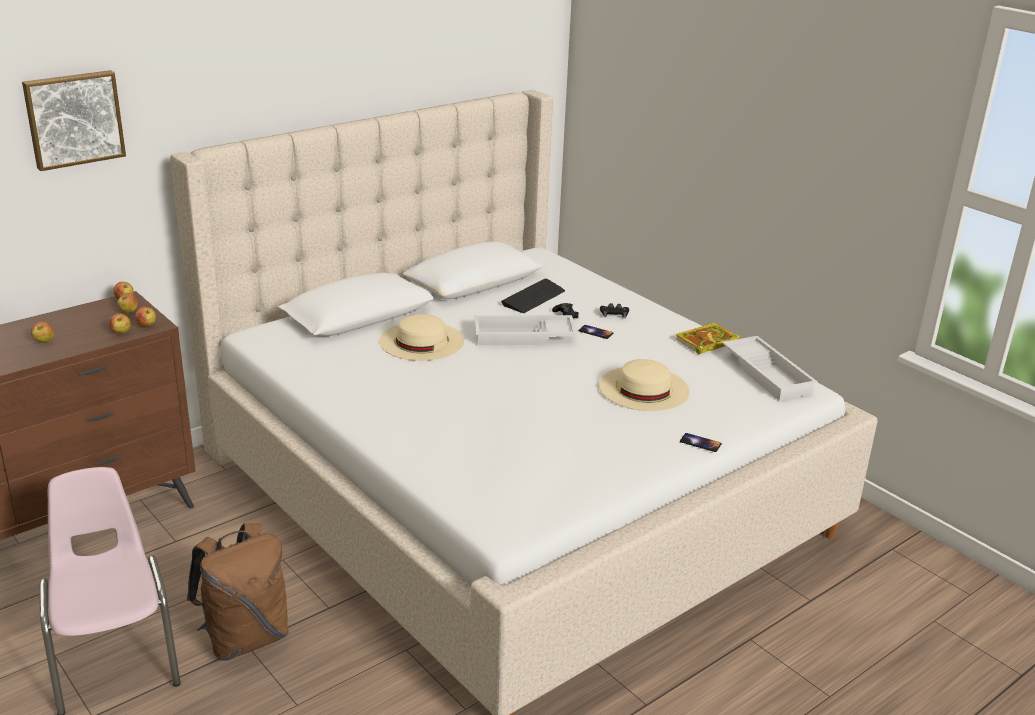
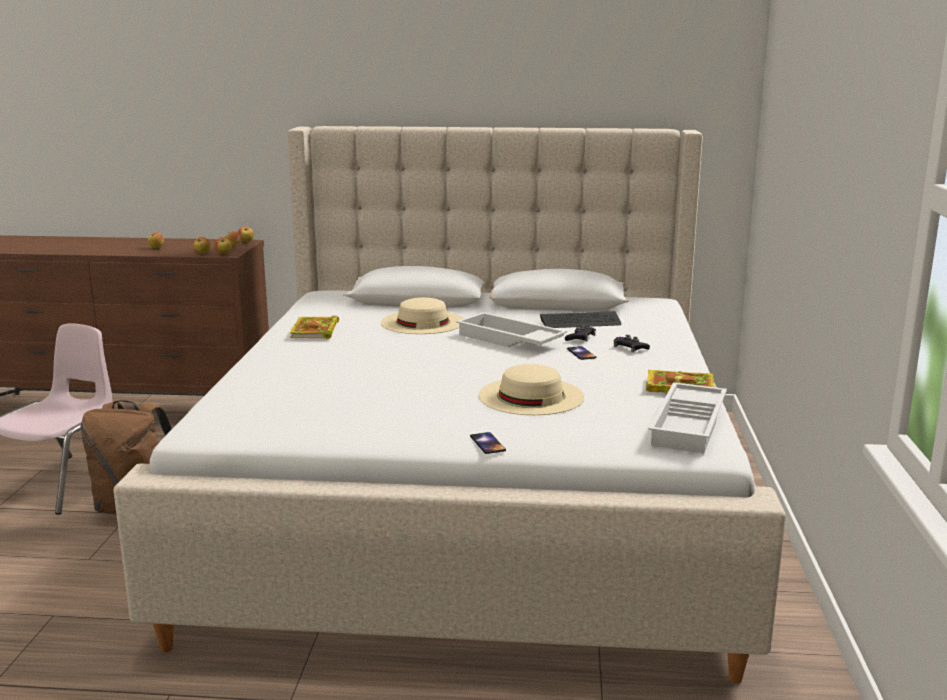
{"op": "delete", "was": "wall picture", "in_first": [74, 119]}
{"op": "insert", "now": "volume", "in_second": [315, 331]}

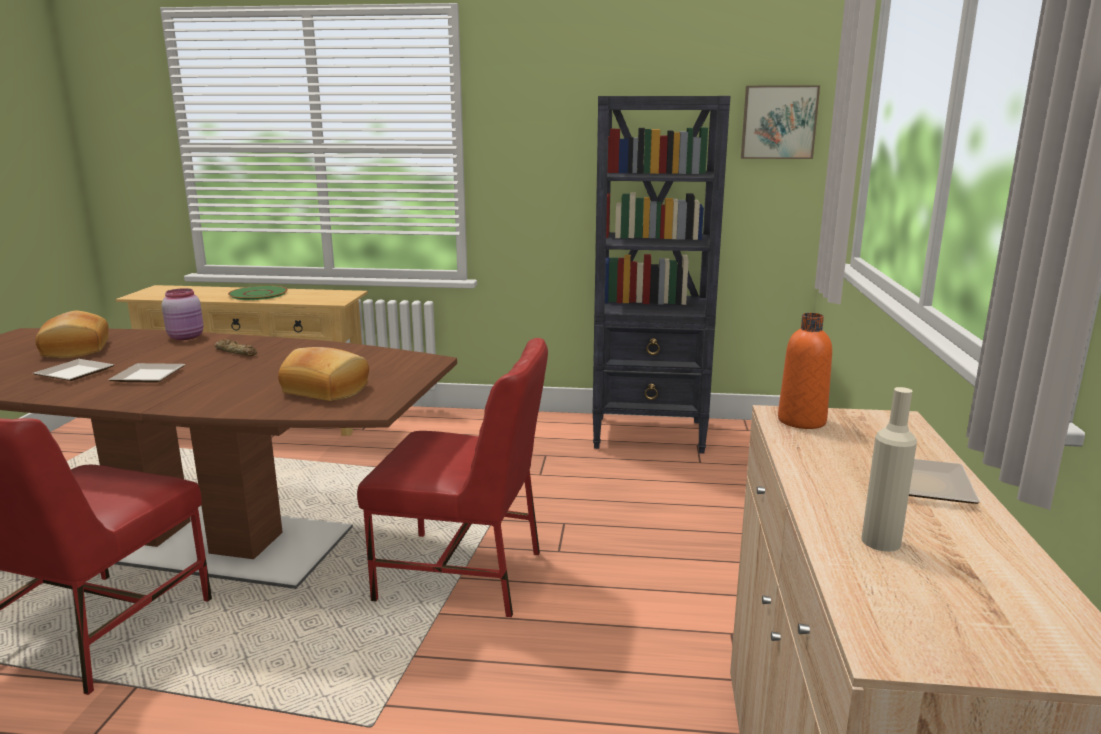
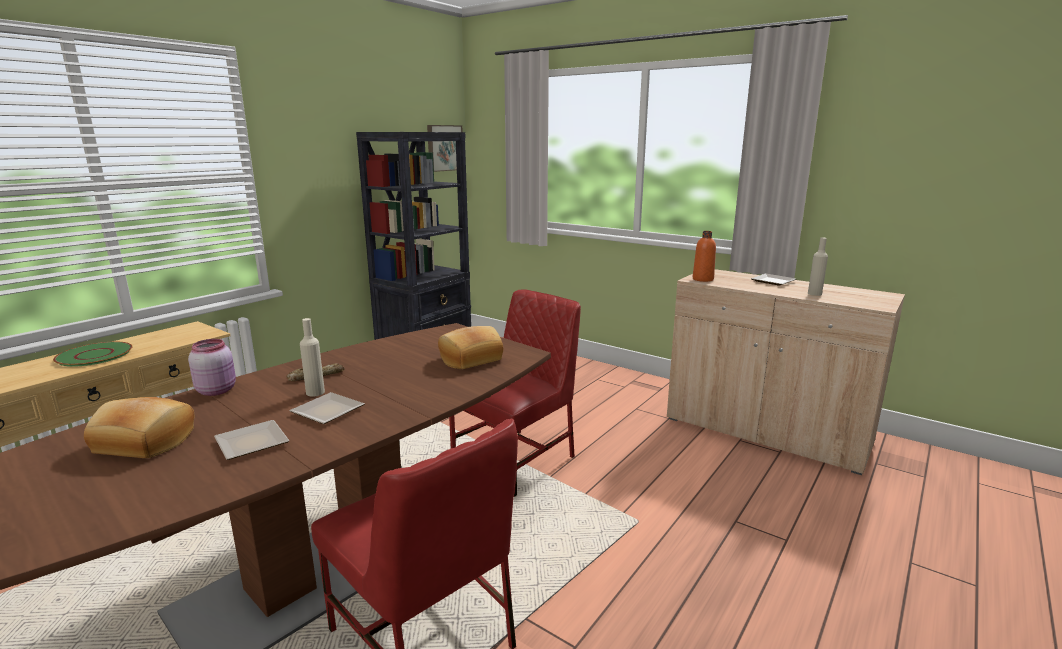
{"op": "insert", "now": "beige-coloured beverage bottle", "in_second": [315, 392]}

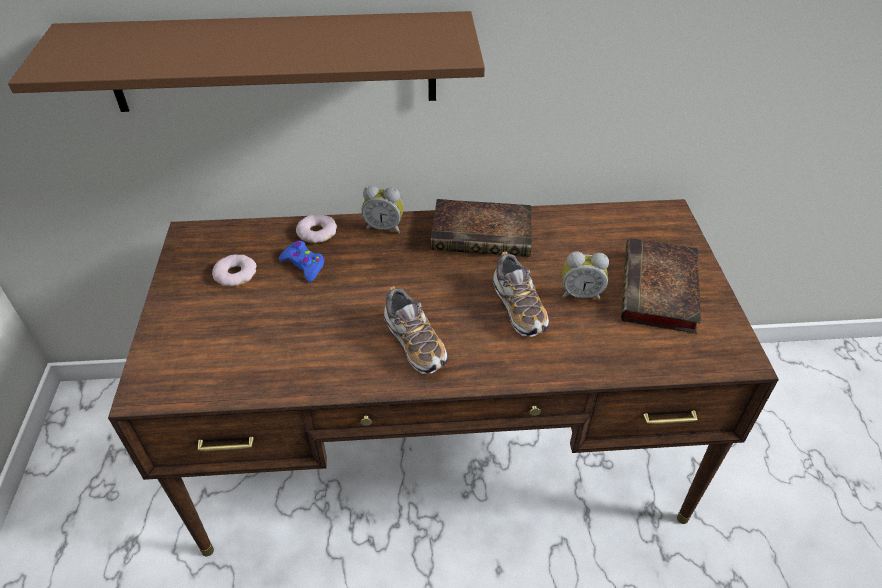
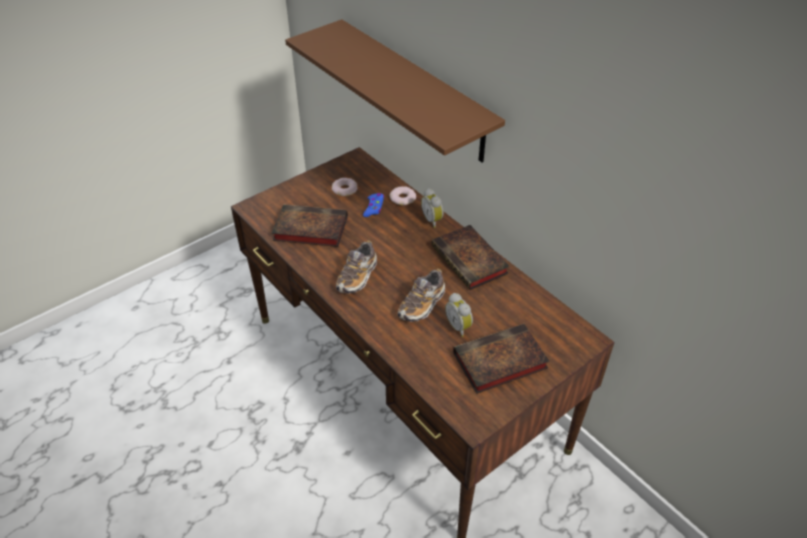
{"op": "insert", "now": "volume", "in_second": [308, 229]}

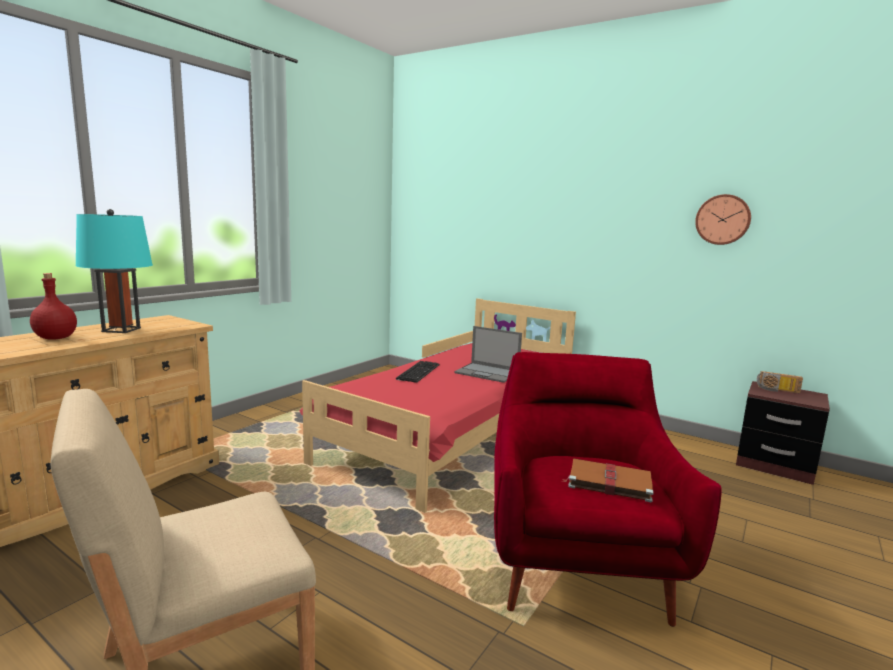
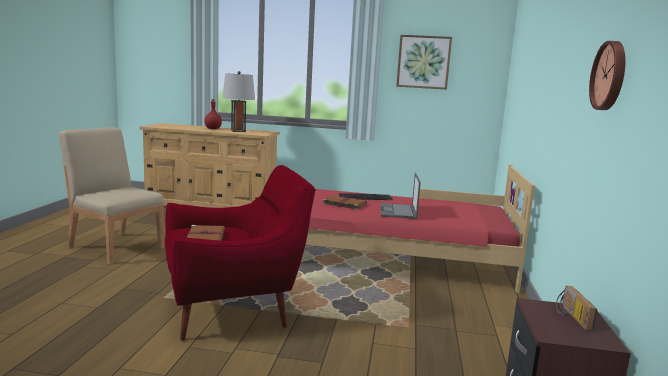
{"op": "insert", "now": "brown-coloured volume", "in_second": [343, 204]}
{"op": "insert", "now": "wall picture", "in_second": [423, 62]}
{"op": "recolor", "was": "turquoise-coloured lamp for a table", "now": "gray lamp for a table", "in_first": [121, 330], "in_second": [238, 131]}

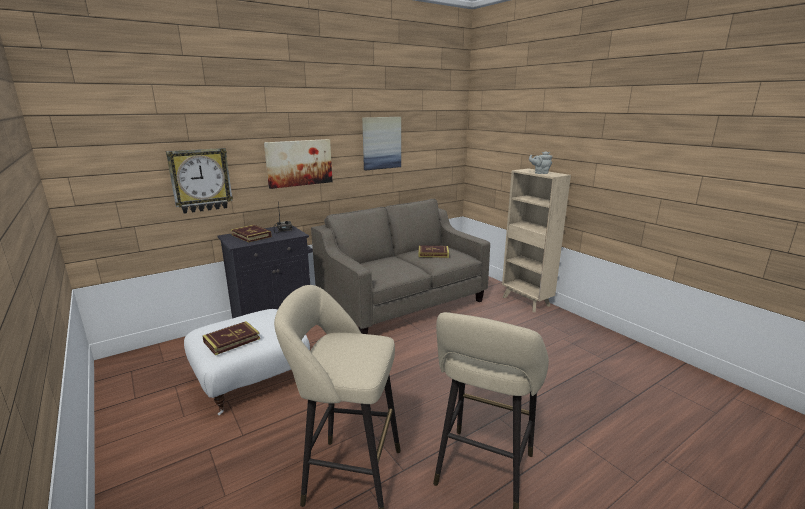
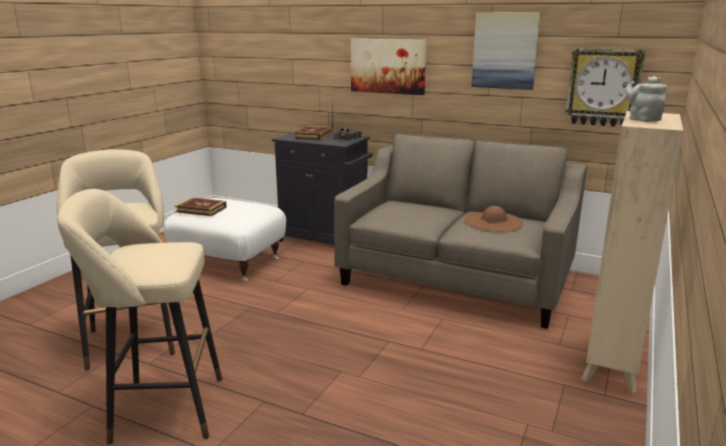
{"op": "move", "was": "hanging clock", "in_first": [200, 180], "in_second": [603, 87]}
{"op": "replace", "was": "volume", "now": "brown-coloured hat", "in_first": [433, 253], "in_second": [493, 222]}

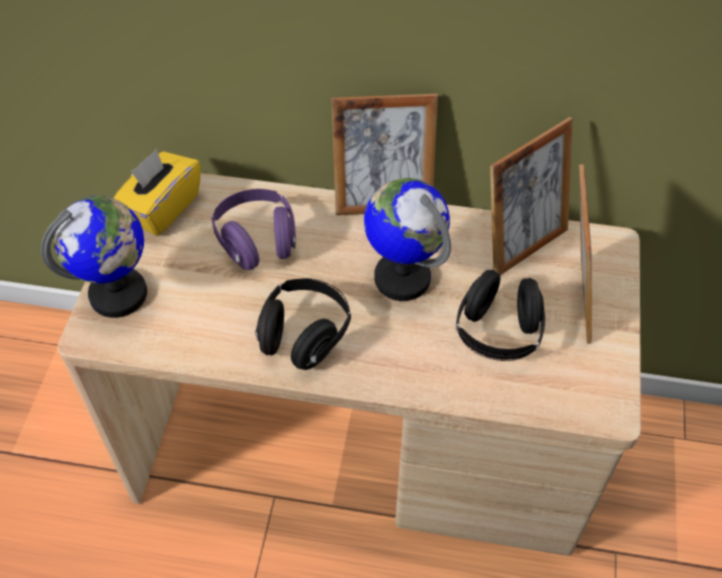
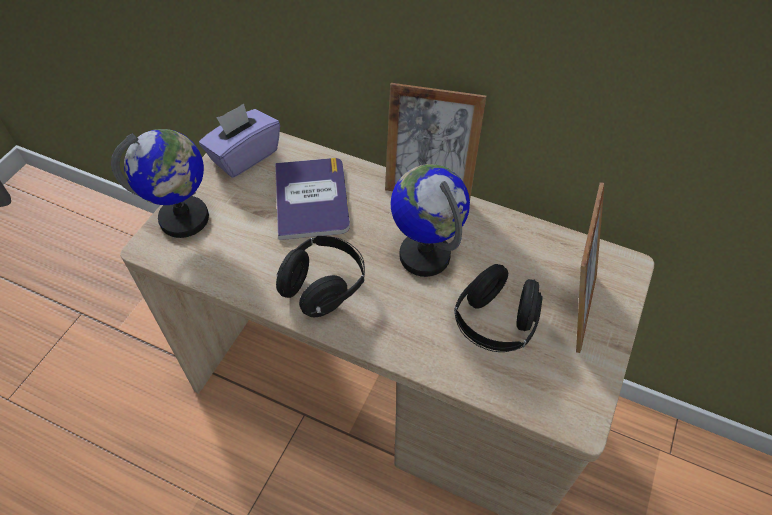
{"op": "delete", "was": "picture frame", "in_first": [522, 244]}
{"op": "replace", "was": "purple headset", "now": "volume", "in_first": [257, 241], "in_second": [311, 199]}
{"op": "recolor", "was": "yellowish tissue box", "now": "purple tissue box", "in_first": [161, 208], "in_second": [244, 156]}

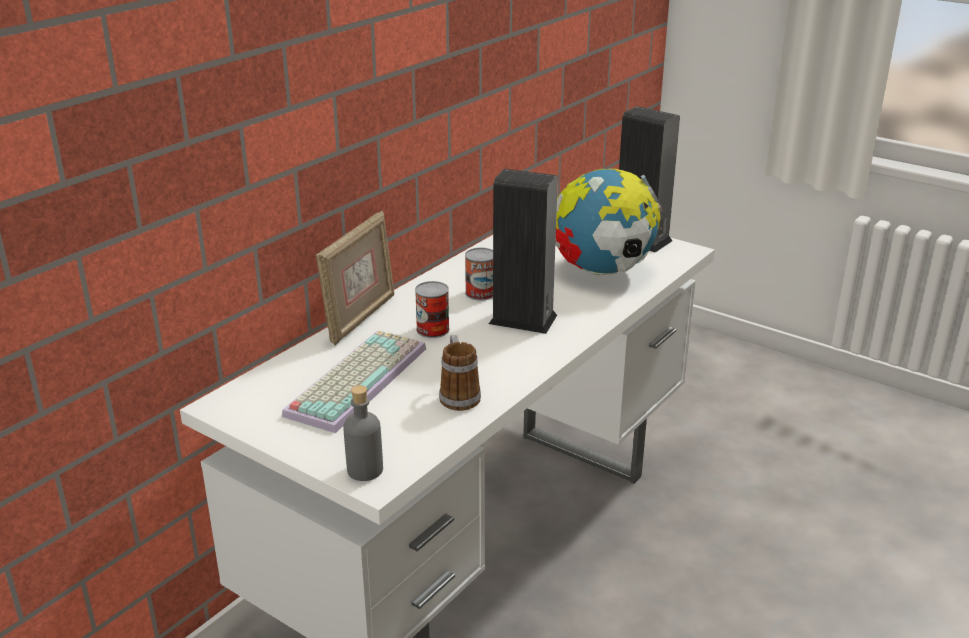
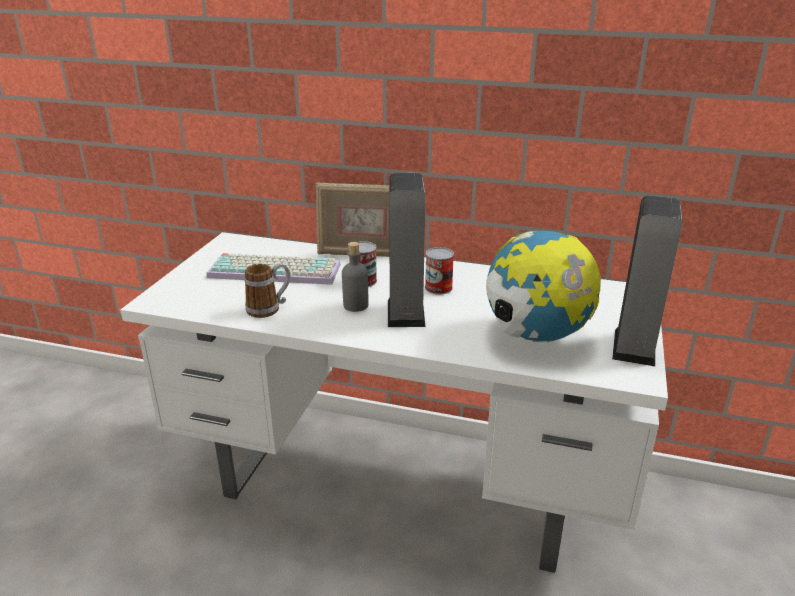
{"op": "move", "was": "gray beverage bottle", "in_first": [365, 470], "in_second": [355, 305]}

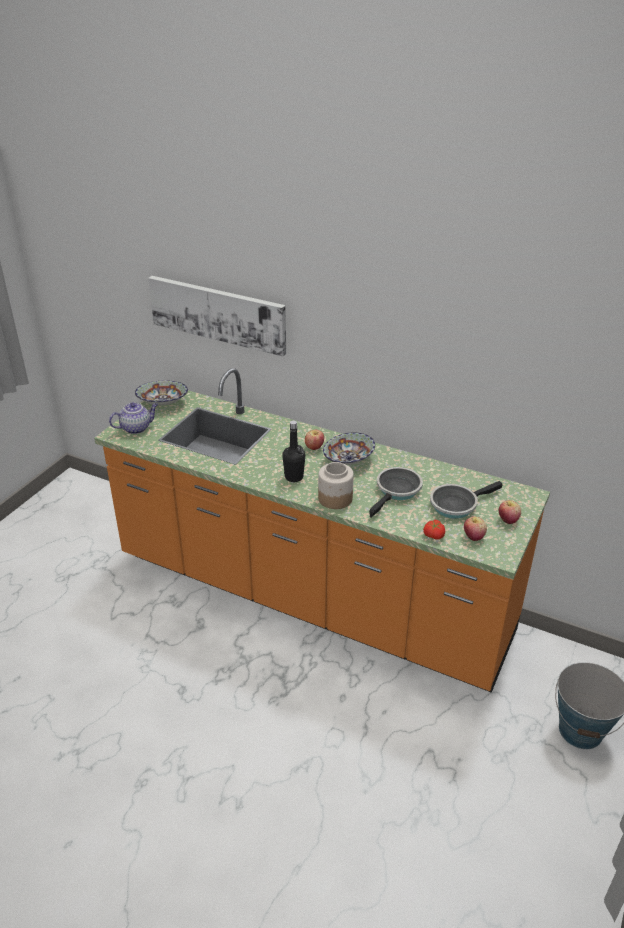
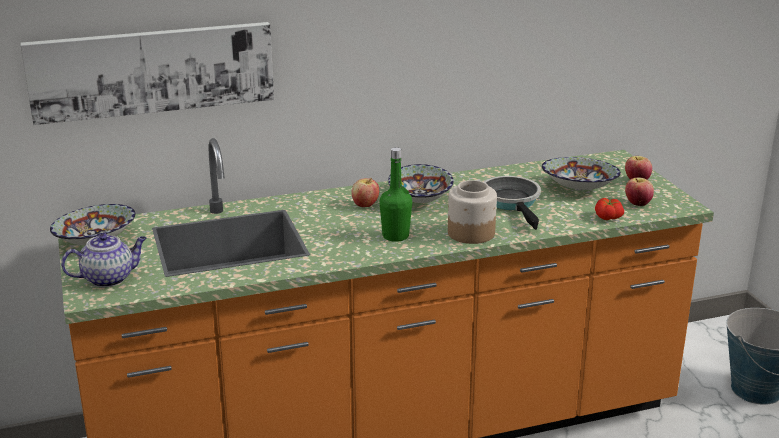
{"op": "replace", "was": "frying pan", "now": "serving bowl", "in_first": [456, 505], "in_second": [578, 189]}
{"op": "recolor", "was": "black beverage bottle", "now": "greenish beverage bottle", "in_first": [294, 477], "in_second": [395, 236]}
{"op": "rotate", "was": "teapot", "in_first": [136, 428], "in_second": [109, 278], "clockwise": 45}

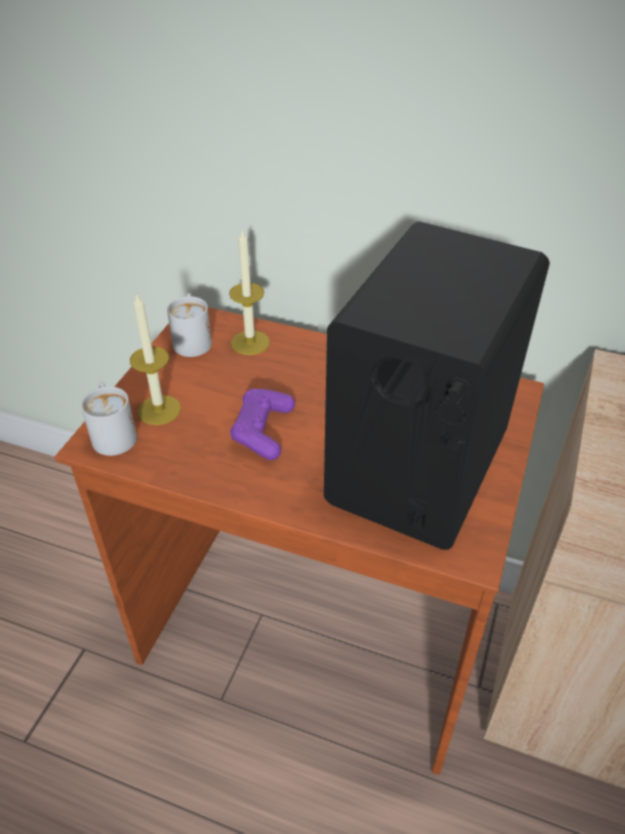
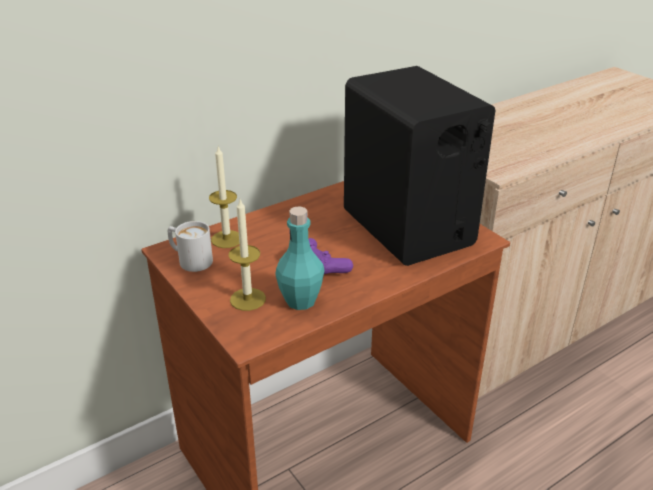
{"op": "delete", "was": "white-coloured tea mug", "in_first": [113, 432]}
{"op": "insert", "now": "turquoise-coloured beverage bottle", "in_second": [300, 301]}

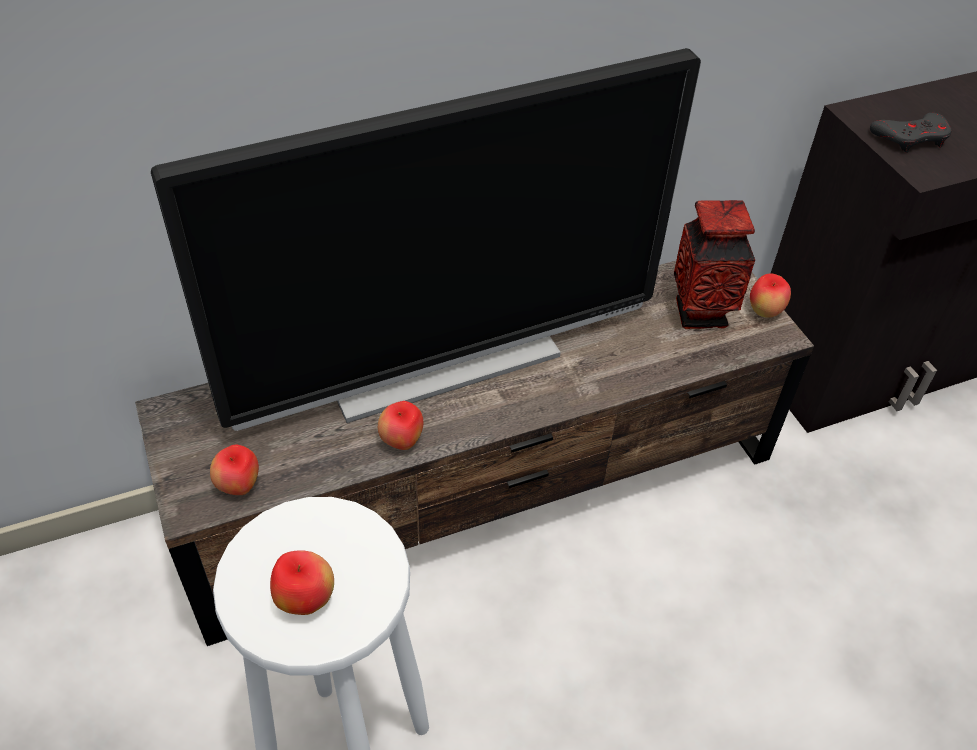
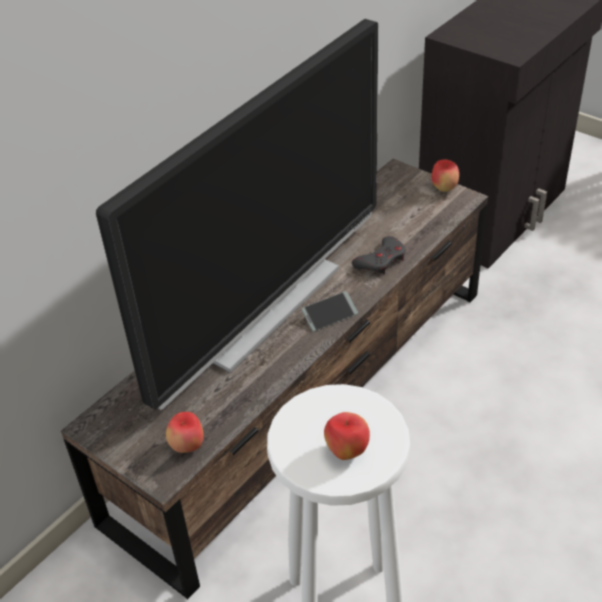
{"op": "delete", "was": "apple", "in_first": [402, 441]}
{"op": "delete", "was": "decorative vase", "in_first": [700, 313]}
{"op": "insert", "now": "telephone", "in_second": [330, 315]}
{"op": "move", "was": "gray gamepad", "in_first": [911, 137], "in_second": [381, 260]}

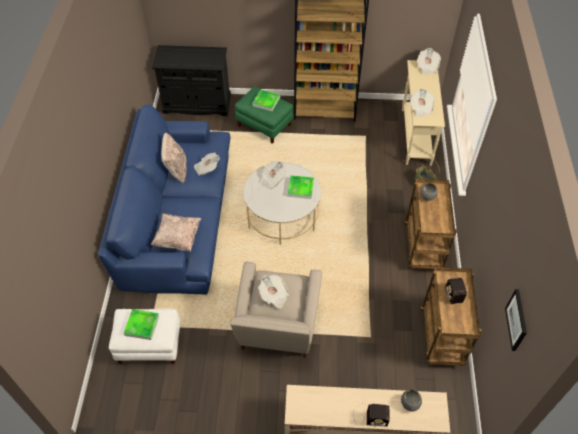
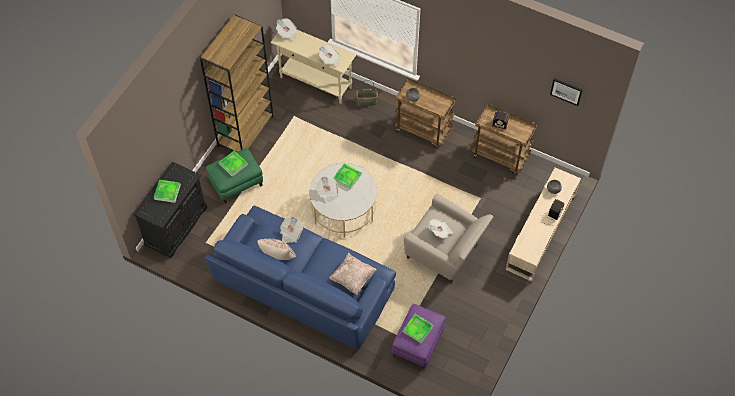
{"op": "insert", "now": "serving tray", "in_second": [167, 192]}
{"op": "recolor", "was": "white-coloured pouffe", "now": "purple pouffe", "in_first": [149, 345], "in_second": [418, 343]}

